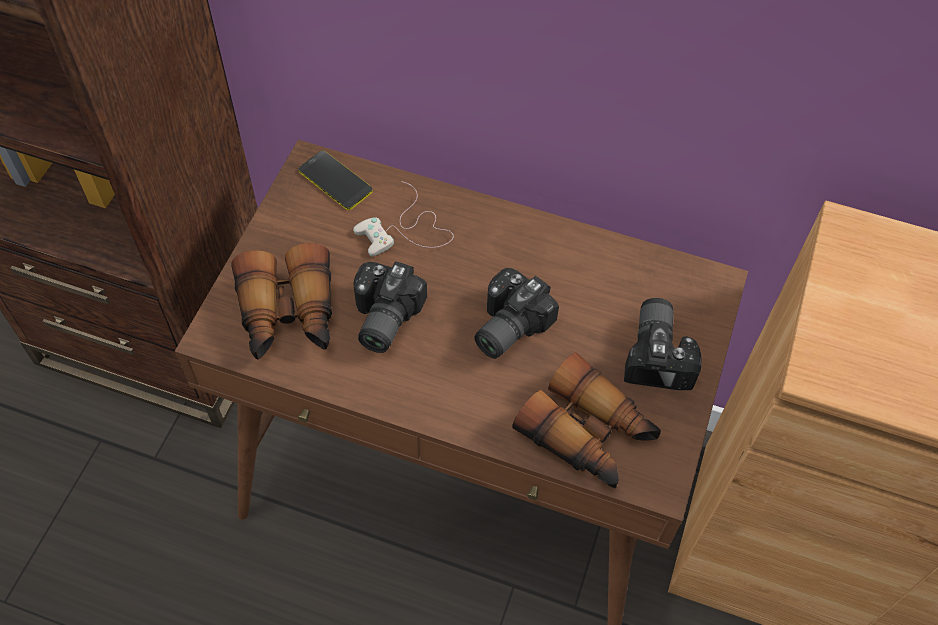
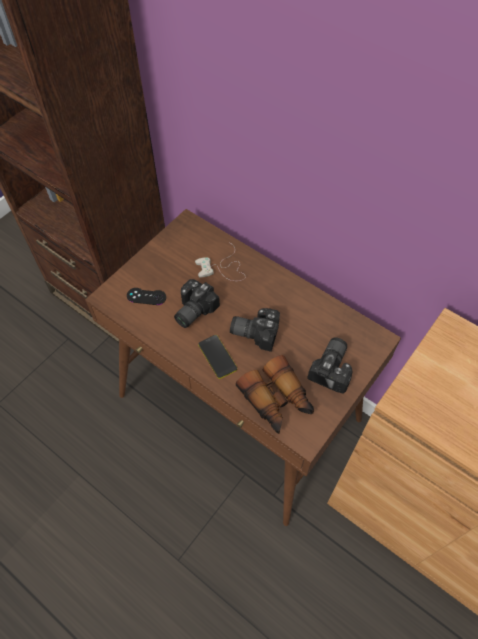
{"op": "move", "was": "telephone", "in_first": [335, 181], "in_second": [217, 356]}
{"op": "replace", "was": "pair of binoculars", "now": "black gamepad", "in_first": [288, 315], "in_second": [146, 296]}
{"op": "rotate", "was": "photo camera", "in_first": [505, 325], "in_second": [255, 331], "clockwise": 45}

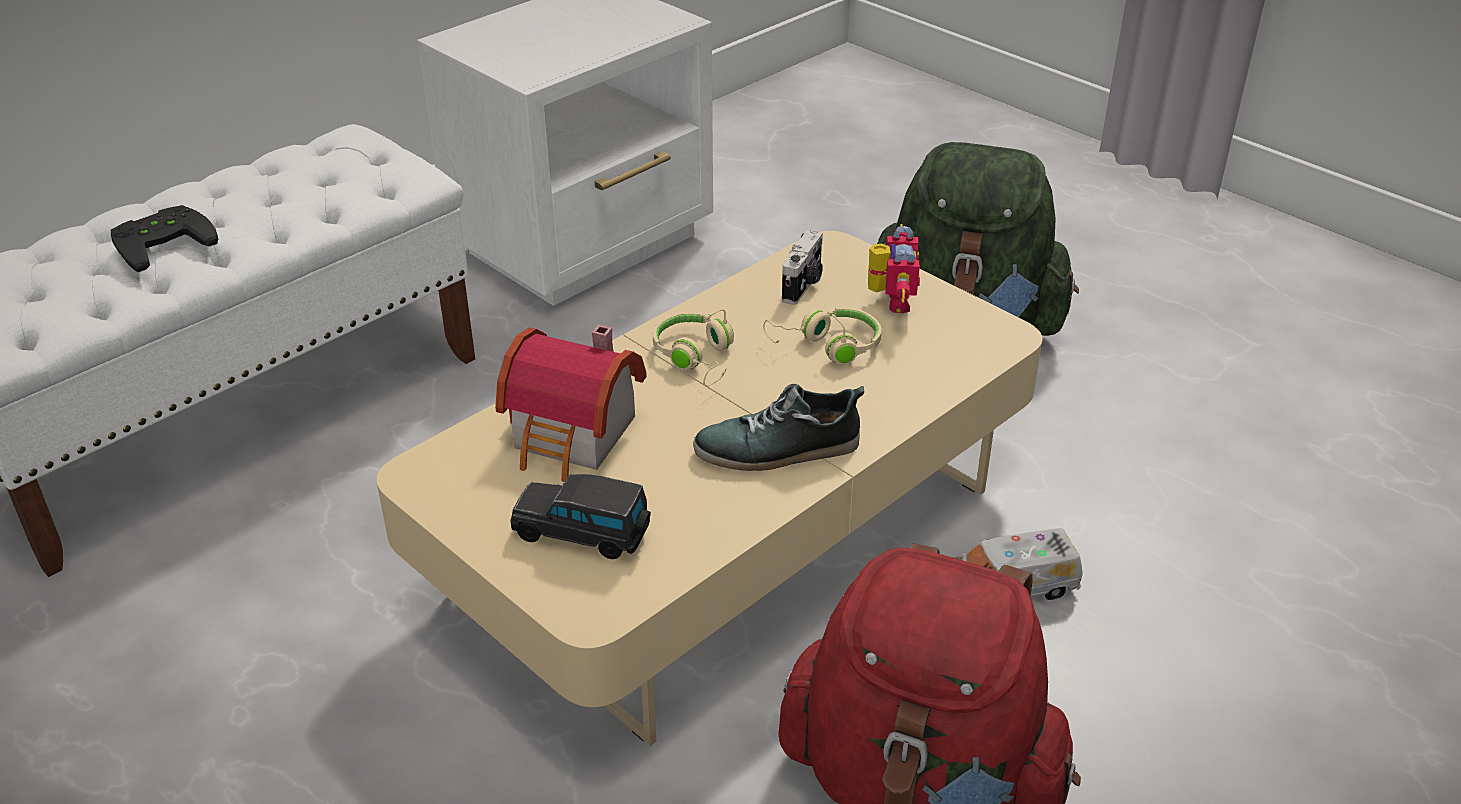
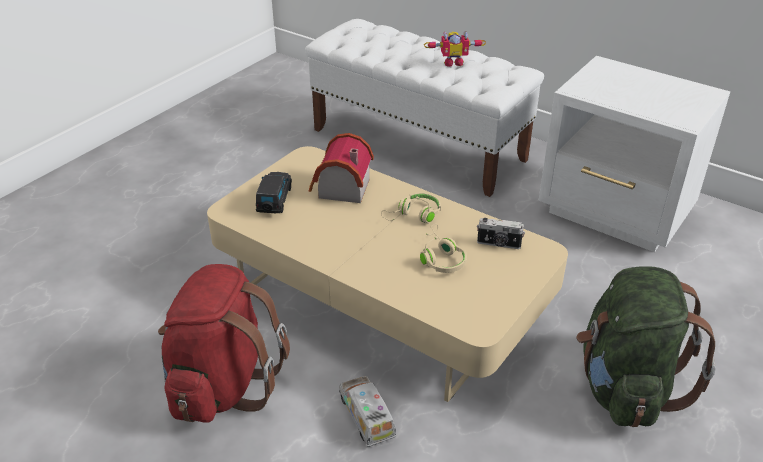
{"op": "delete", "was": "black gamepad", "in_first": [162, 242]}
{"op": "delete", "was": "low shoe", "in_first": [778, 449]}
{"op": "move", "was": "toy robot", "in_first": [890, 301], "in_second": [453, 62]}

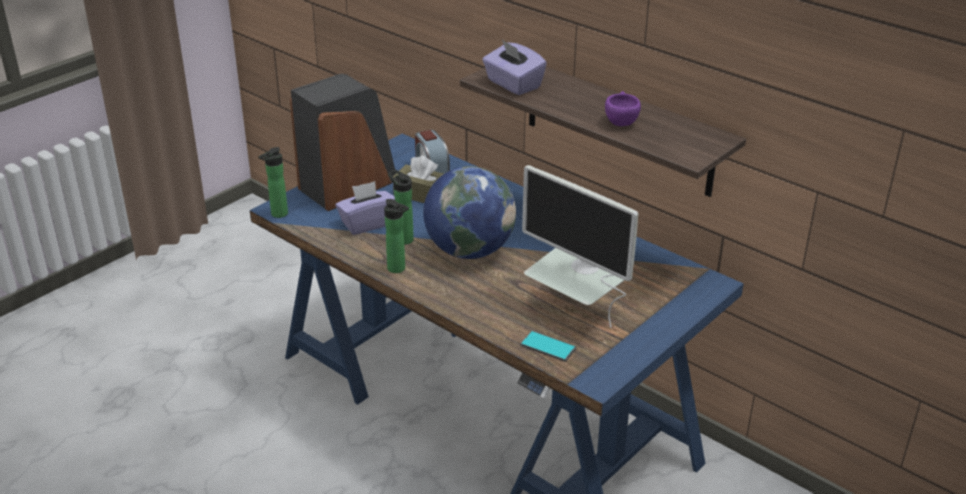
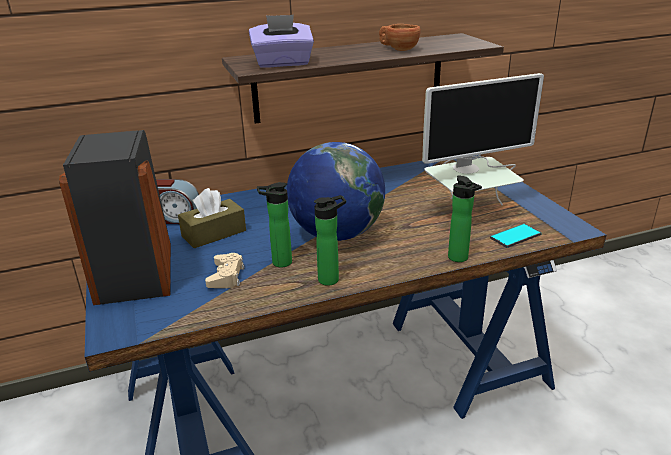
{"op": "move", "was": "beverage bottle", "in_first": [277, 215], "in_second": [460, 259]}
{"op": "replace", "was": "purple tissue box", "now": "beige-coloured gamepad", "in_first": [367, 223], "in_second": [226, 276]}
{"op": "recolor", "was": "purple cup", "now": "brown-coloured cup", "in_first": [621, 120], "in_second": [398, 49]}

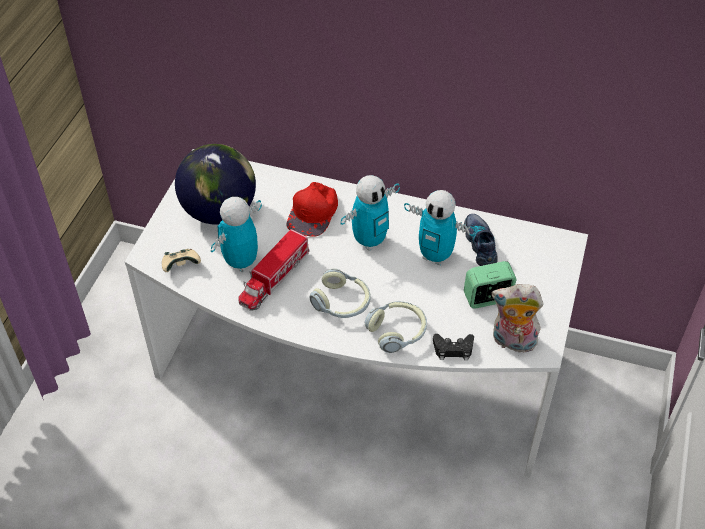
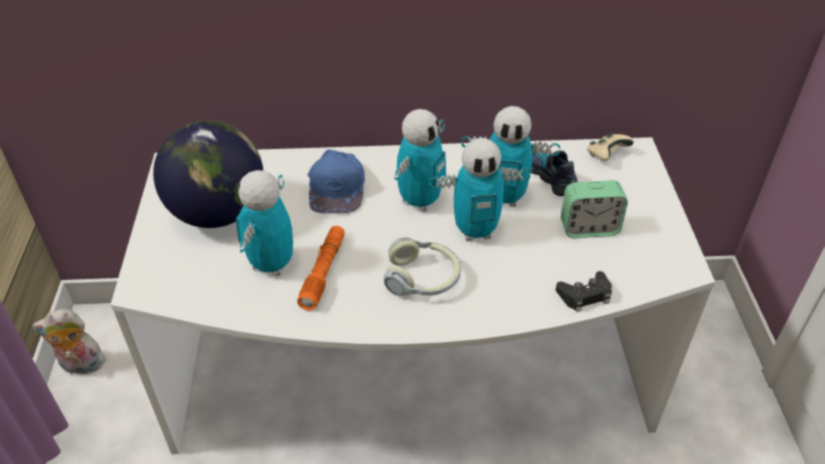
{"op": "delete", "was": "headset", "in_first": [397, 331]}
{"op": "insert", "now": "toy robot", "in_second": [476, 231]}
{"op": "move", "was": "beige-coloured gamepad", "in_first": [181, 266], "in_second": [606, 155]}
{"op": "move", "was": "plush toy", "in_first": [512, 342], "in_second": [81, 366]}
{"op": "replace", "was": "model truck", "now": "orangey hand torch", "in_first": [274, 278], "in_second": [323, 272]}
{"op": "recolor", "was": "red baseball cap", "now": "blue baseball cap", "in_first": [314, 213], "in_second": [337, 187]}
{"op": "rotate", "was": "bedside clock", "in_first": [487, 298], "in_second": [589, 228], "clockwise": -150}

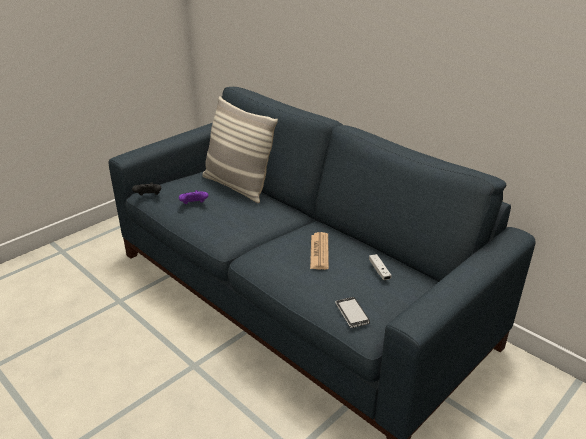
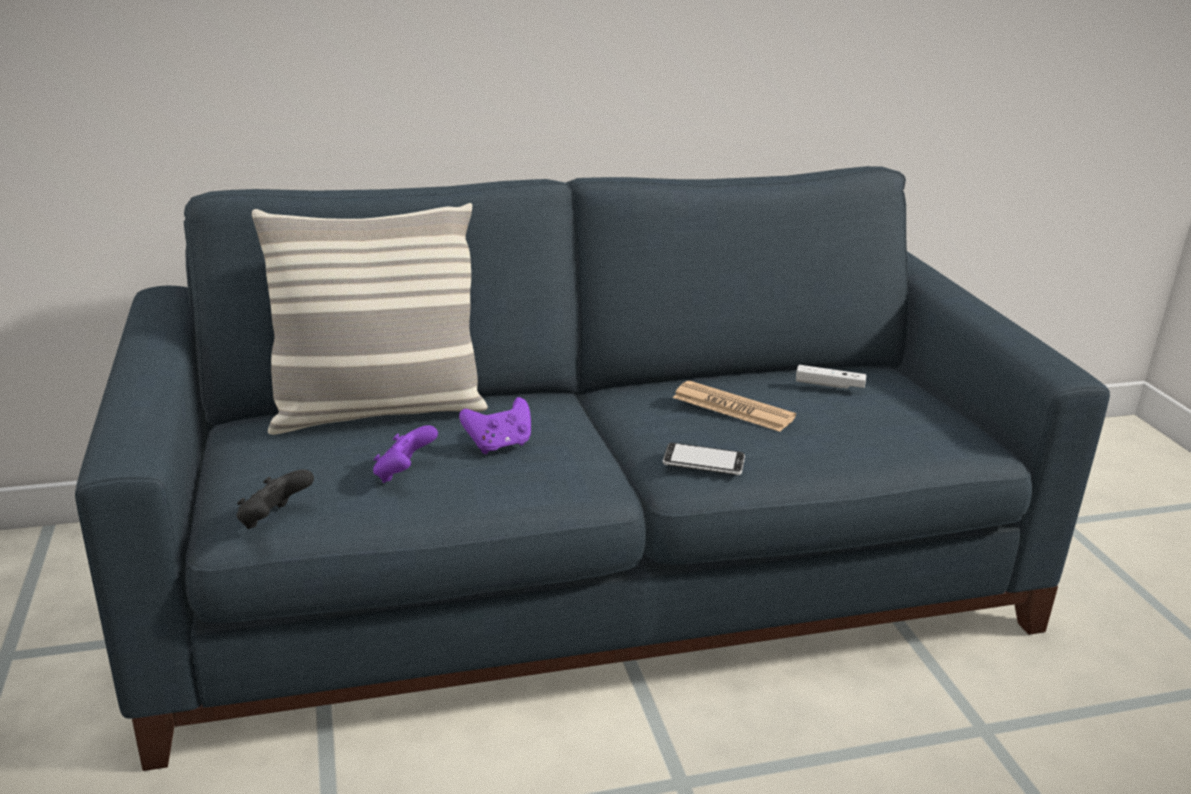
{"op": "insert", "now": "purple gamepad", "in_second": [499, 445]}
{"op": "move", "was": "telephone", "in_first": [352, 313], "in_second": [703, 462]}

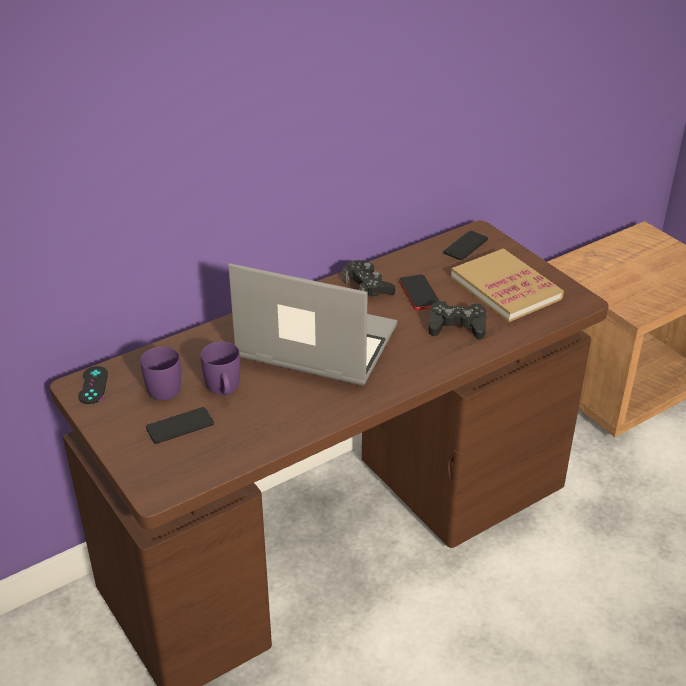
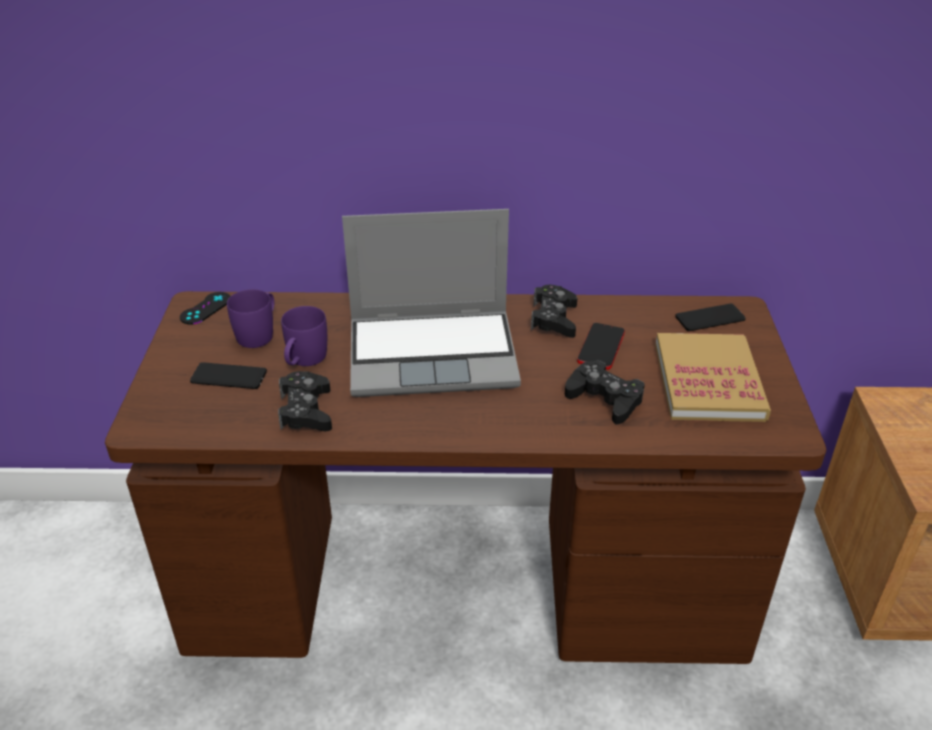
{"op": "insert", "now": "black gamepad", "in_second": [306, 410]}
{"op": "rotate", "was": "portable computer", "in_first": [314, 344], "in_second": [434, 354], "clockwise": 120}

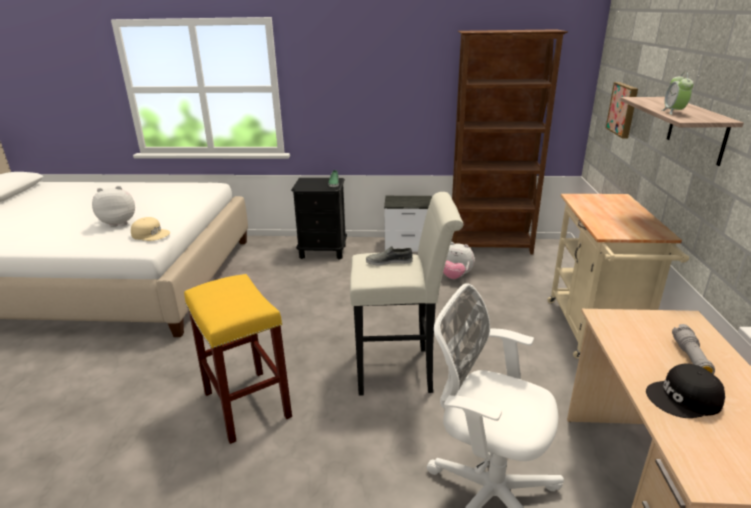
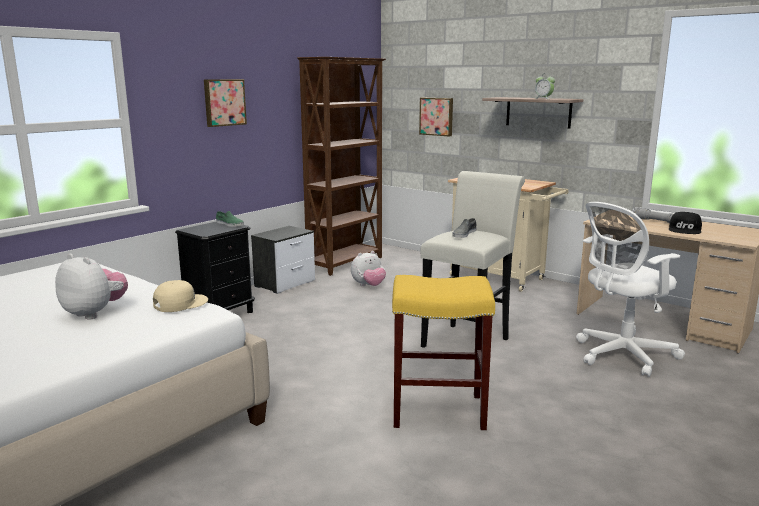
{"op": "insert", "now": "wall picture", "in_second": [224, 102]}
{"op": "rotate", "was": "plush toy", "in_first": [119, 223], "in_second": [95, 313], "clockwise": 105}

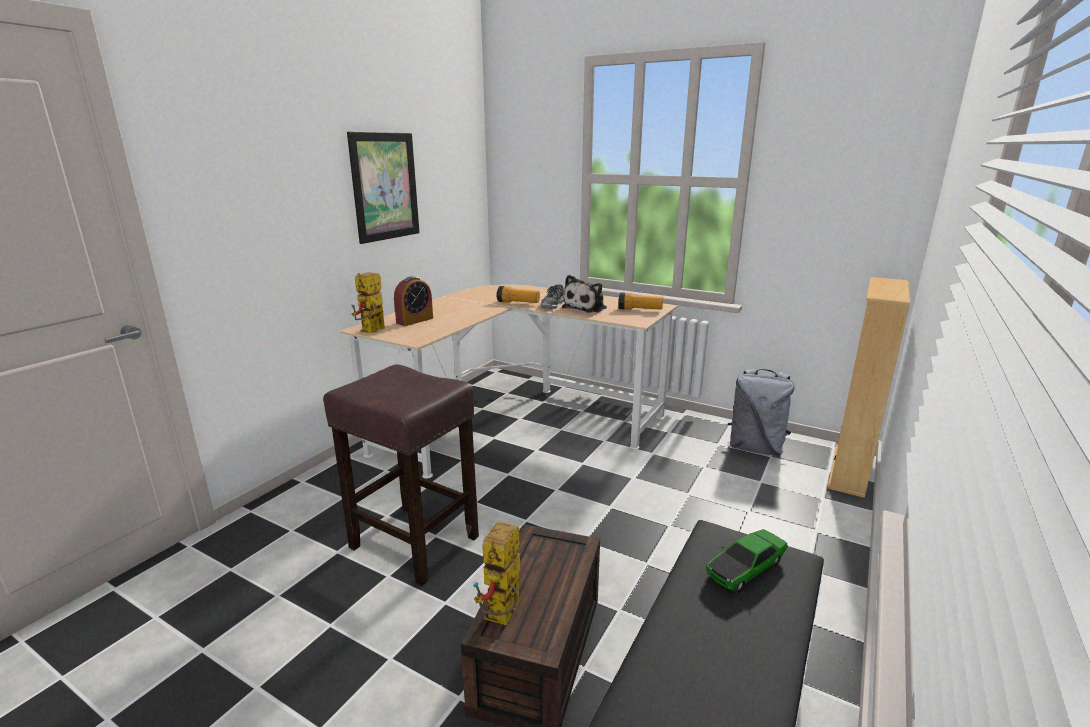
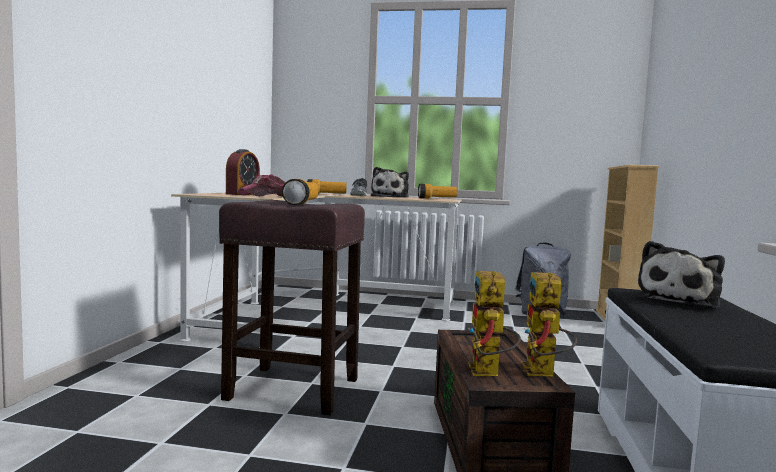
{"op": "delete", "was": "wall picture", "in_first": [385, 186]}
{"op": "insert", "now": "baseball cap", "in_second": [265, 196]}
{"op": "insert", "now": "hand torch", "in_second": [302, 203]}
{"op": "move", "was": "toy robot", "in_first": [371, 331], "in_second": [543, 373]}
{"op": "replace", "was": "toy car", "now": "plush toy", "in_first": [745, 568], "in_second": [680, 300]}

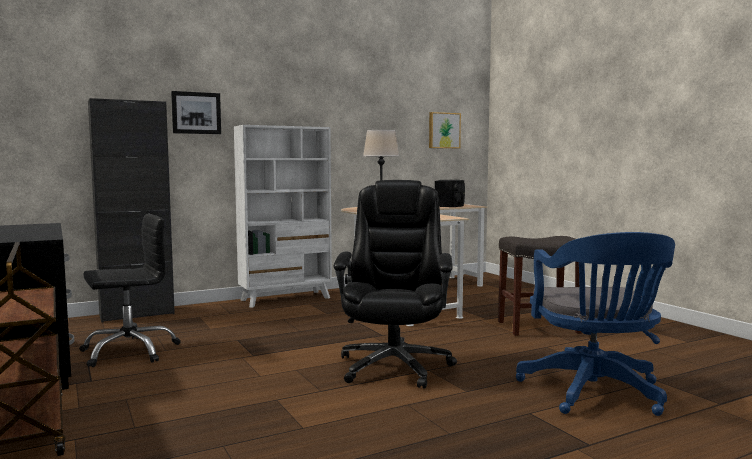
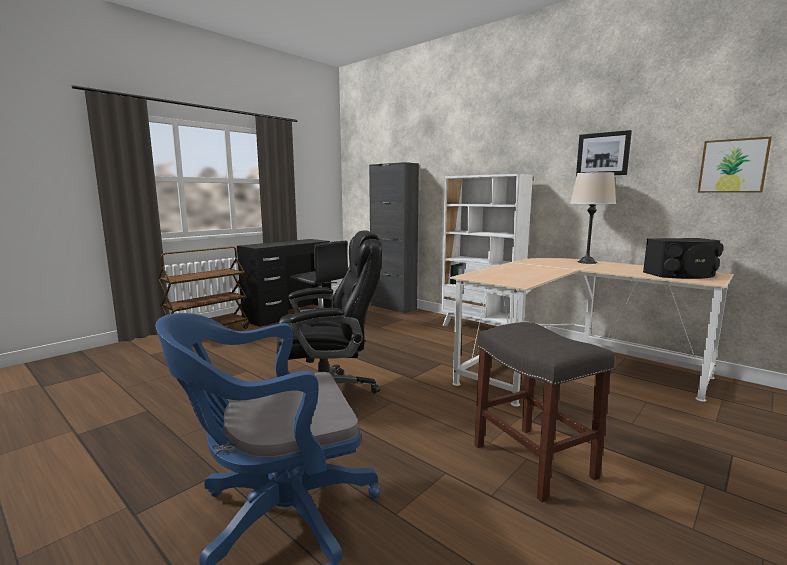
{"op": "move", "was": "wall picture", "in_first": [196, 113], "in_second": [603, 154]}

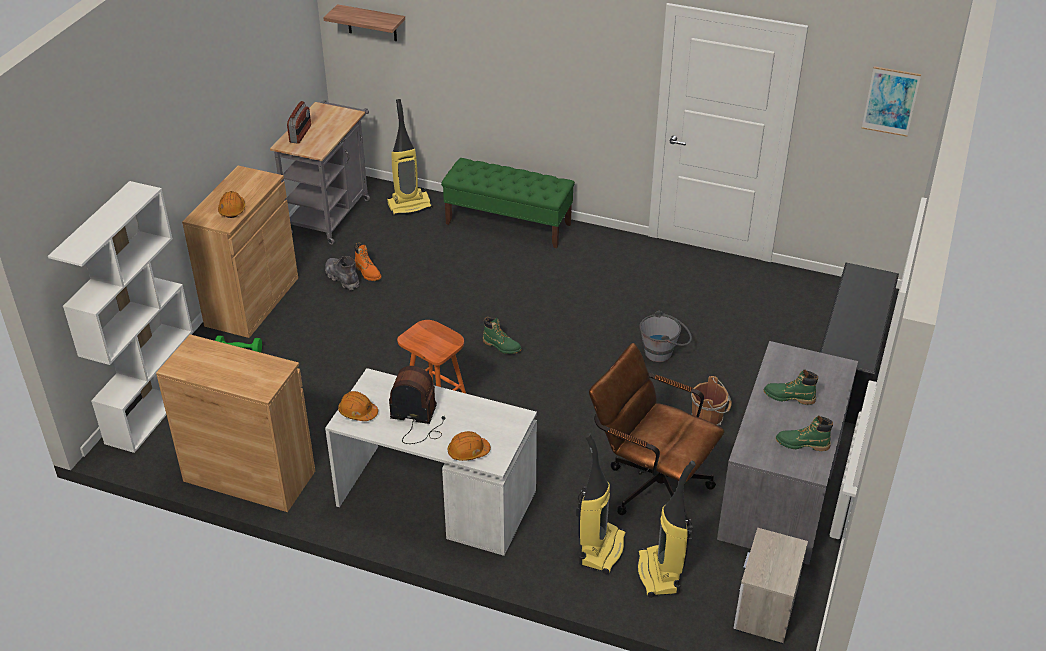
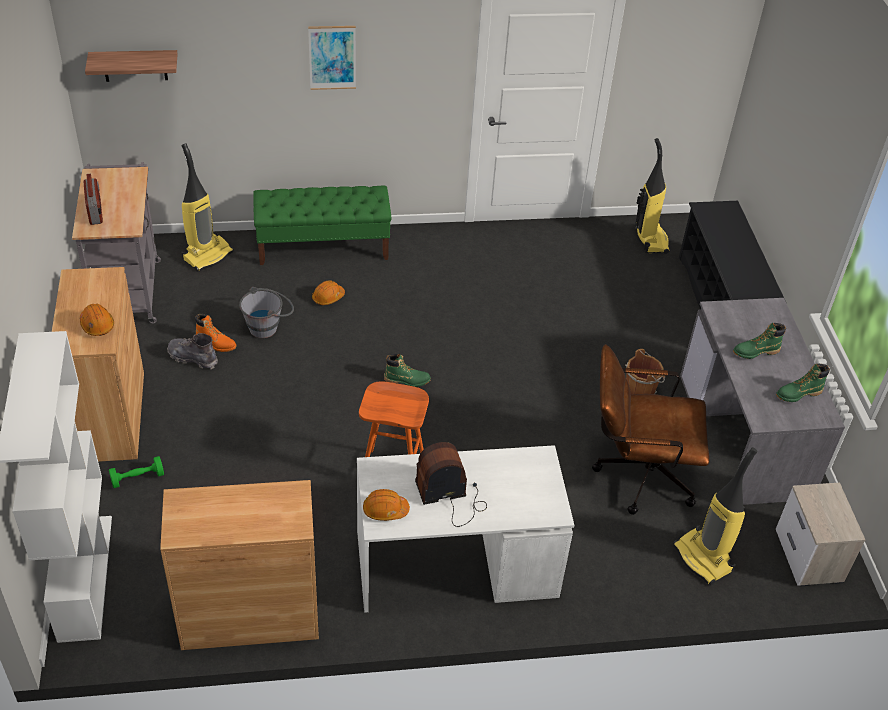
{"op": "move", "was": "orangey safety helmet", "in_first": [468, 452], "in_second": [328, 297]}
{"op": "move", "was": "vacuum", "in_first": [601, 549], "in_second": [650, 239]}
{"op": "move", "was": "gray bucket", "in_first": [664, 352], "in_second": [268, 326]}
{"op": "move", "was": "wall picture", "in_first": [890, 101], "in_second": [332, 57]}

